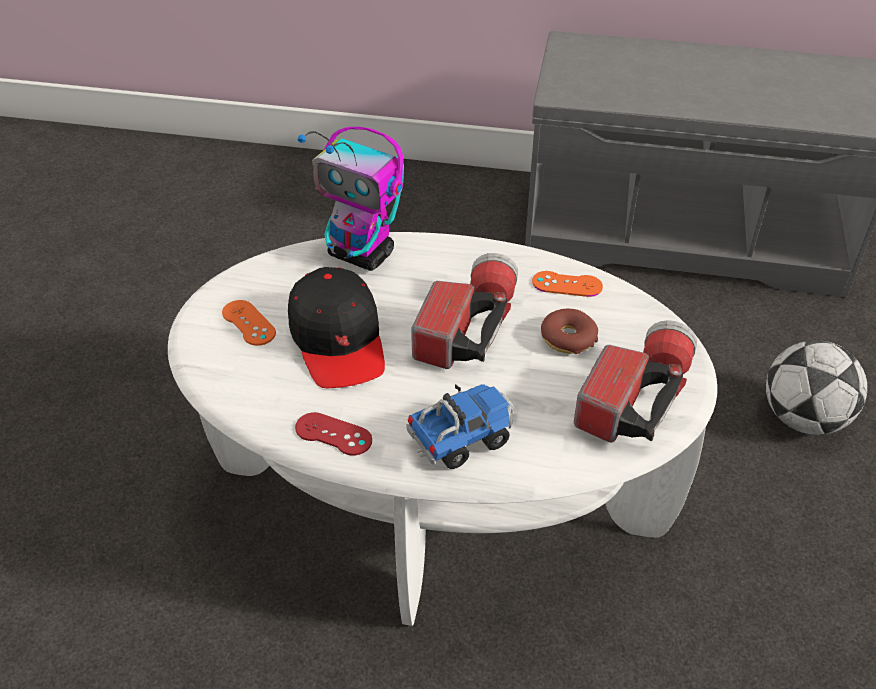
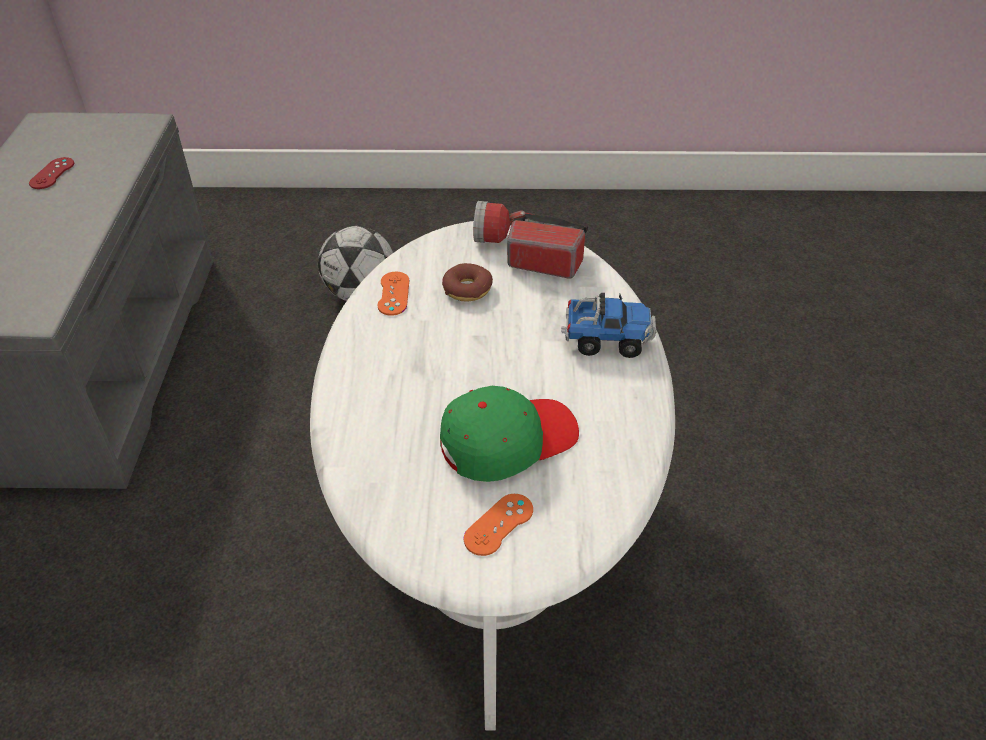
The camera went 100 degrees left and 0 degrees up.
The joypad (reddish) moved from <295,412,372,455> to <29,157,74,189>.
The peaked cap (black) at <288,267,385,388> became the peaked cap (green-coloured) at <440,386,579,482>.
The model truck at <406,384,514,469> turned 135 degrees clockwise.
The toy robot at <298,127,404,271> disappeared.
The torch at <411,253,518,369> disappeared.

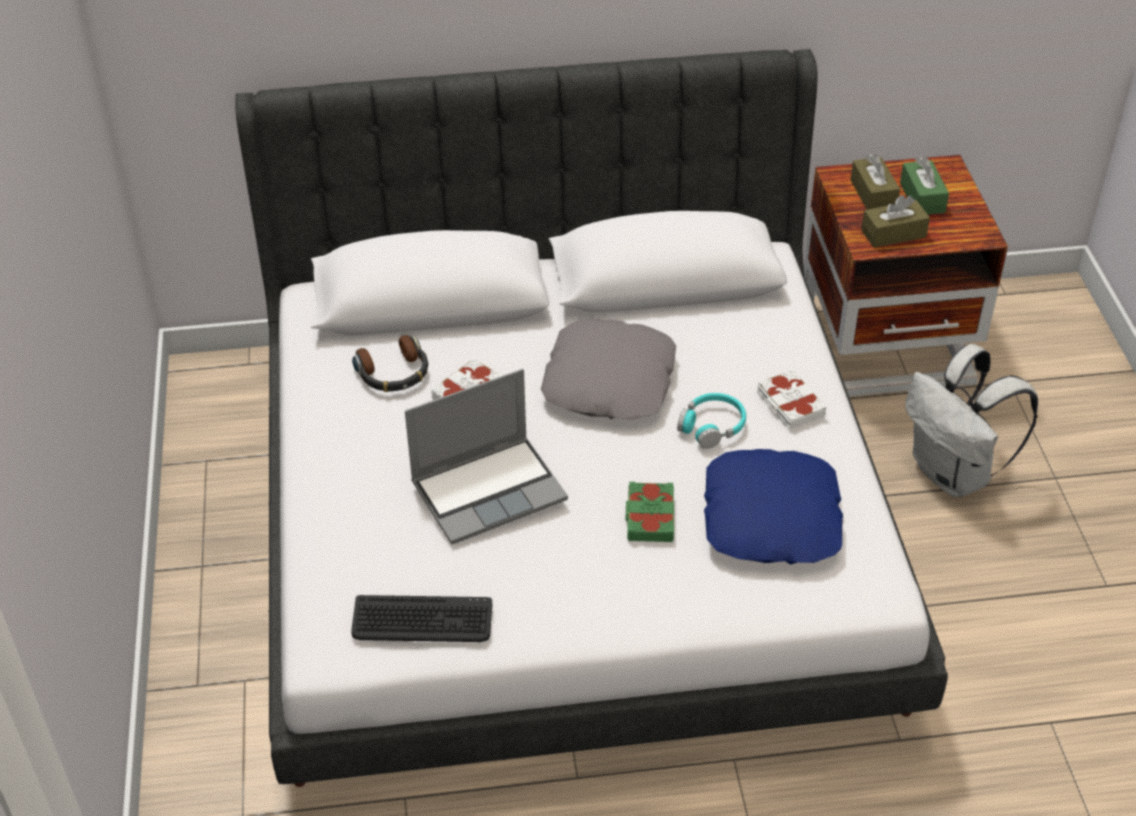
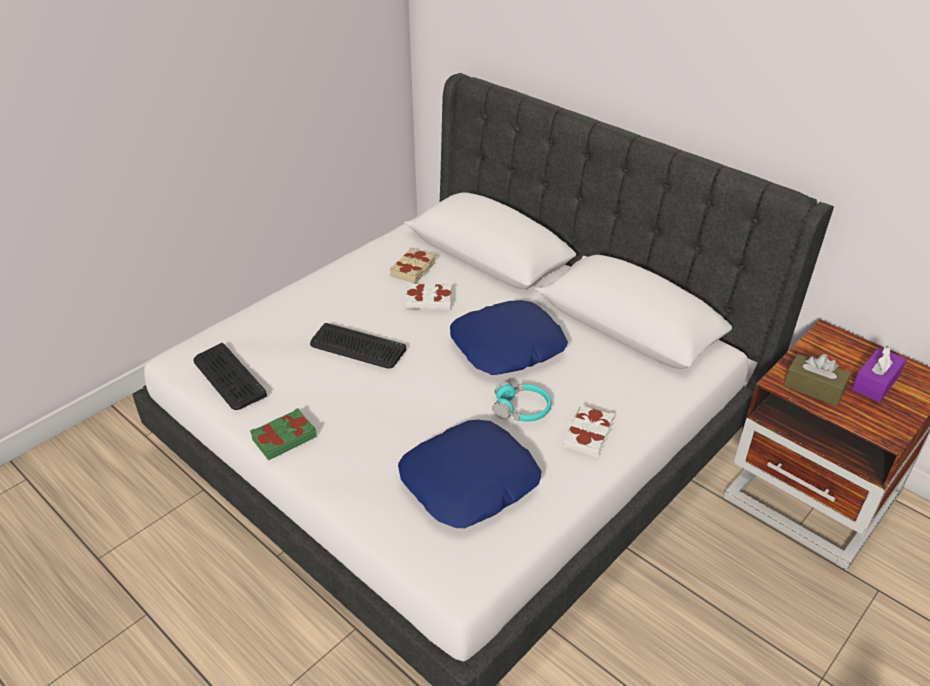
The camera went 50 degrees right and 5 degrees down.
The volume (green-coloured) moved from <626,482,674,542> to <250,408,317,460>.
The portable computer at <405,369,568,544> was replaced by the computer keyboard at <310,323,406,369>.
The headset at <352,335,428,392> was replaced by the volume (beige) at <390,247,436,284>.
The cushion (grey) at <541,319,676,420> became the cushion (bluish) at <450,300,568,375>.
The tissue holder (green-coloured) at <900,157,949,215> became the tissue holder (purplish) at <852,345,907,402>.
The tissue holder (brown-coloured) at <850,154,900,210> disappeared.
The knapsack (whitish) at <905,344,1038,497> disappeared.

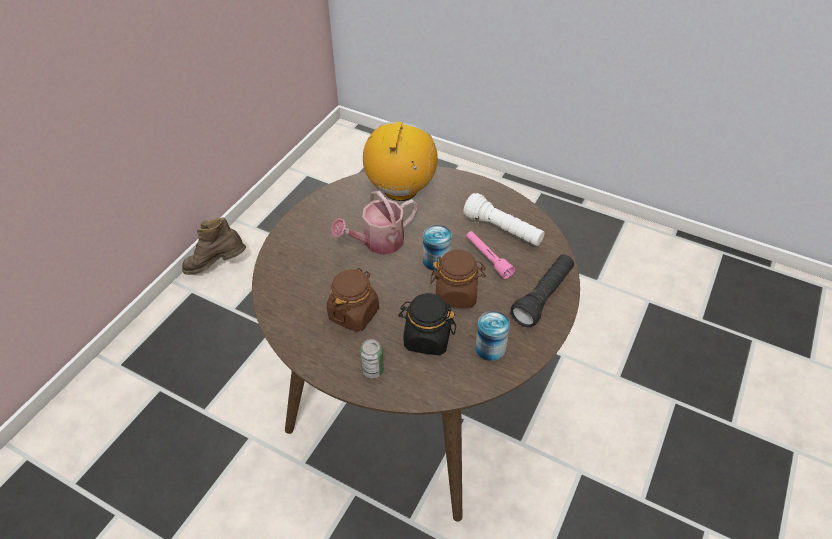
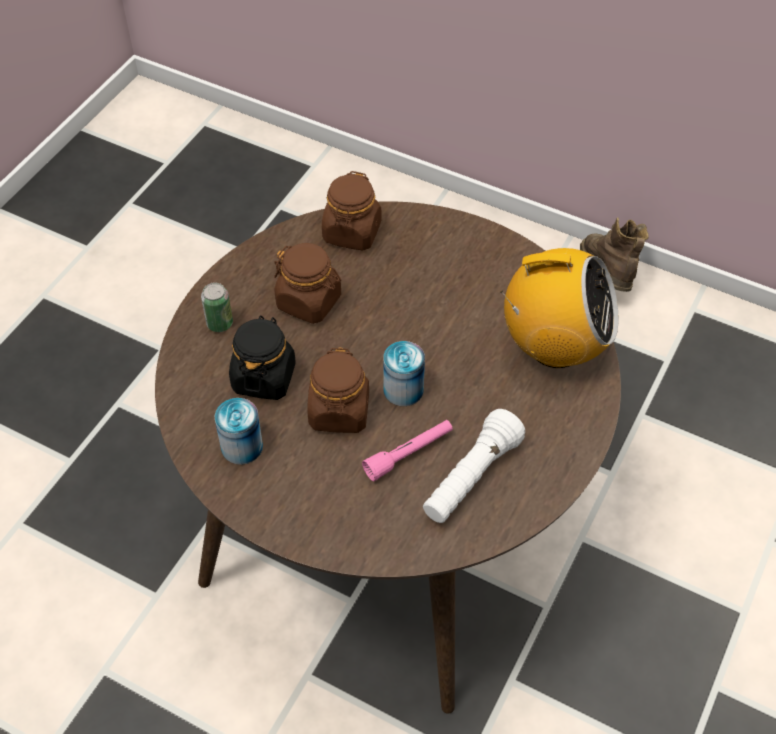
The camera went 90 degrees right and 5 degrees up.
The storage jar (brown-coloured) at <322,171,382,251> appeared.
The watering pot at <331,191,418,255> disappeared.
The torch (black) at <511,254,574,327> disappeared.

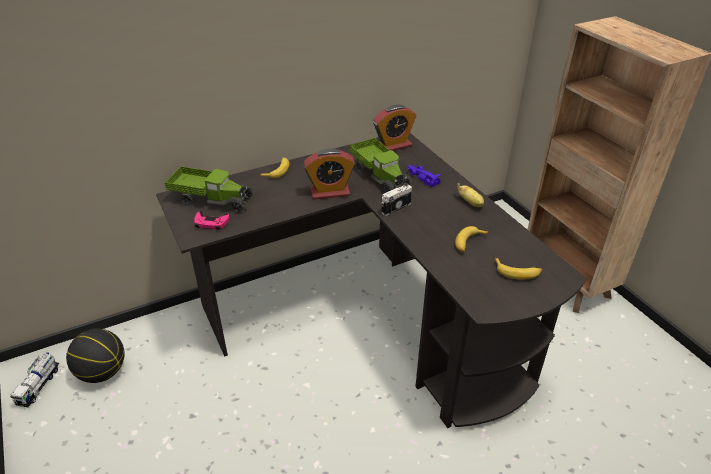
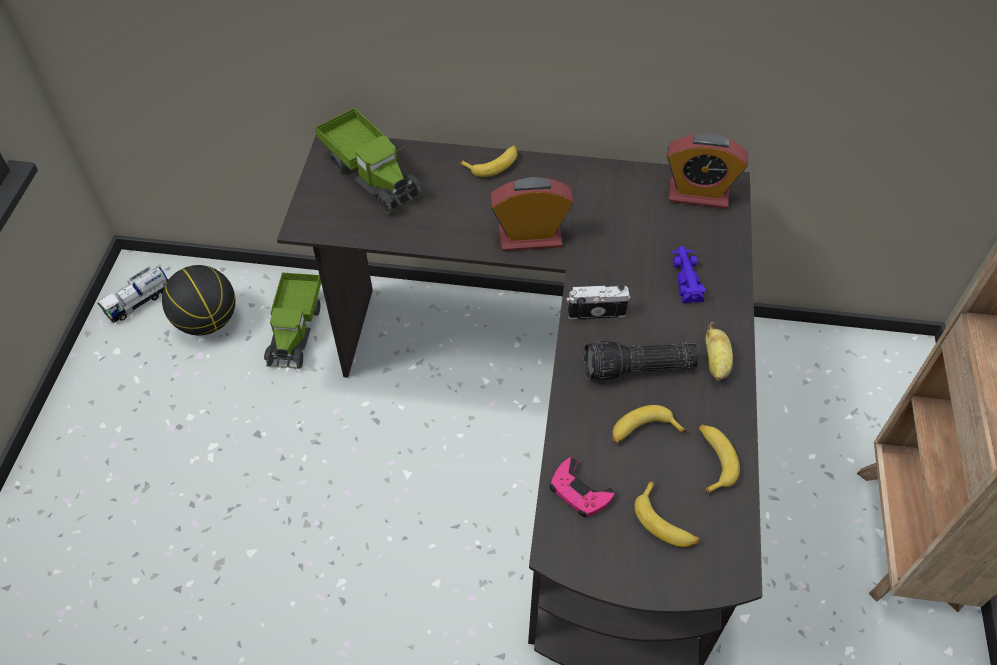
The camera went 35 degrees right and 15 degrees up.
The model truck moved from <350,138,413,193> to <264,273,321,369>.
The bedside clock at <303,148,355,200> turned 150 degrees clockwise.
The joypad (pinkish) moved from <194,211,230,230> to <550,457,614,517>.
The torch at <584,341,699,380> appeared.
The whole banana at <699,424,740,495> appeared.

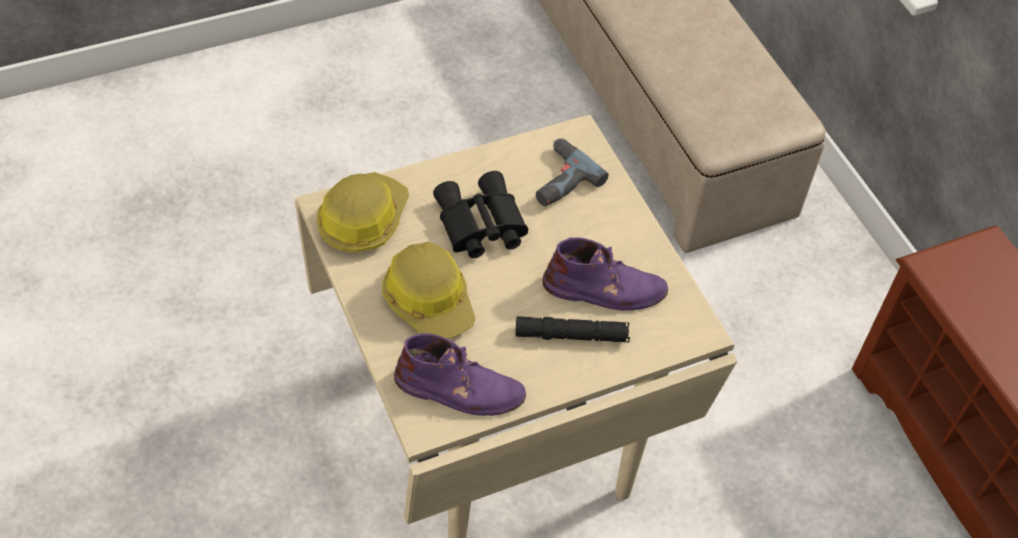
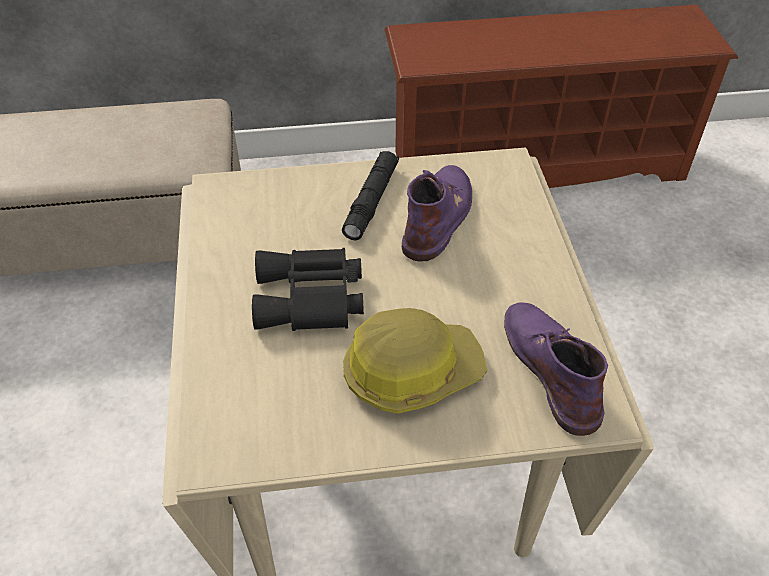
The camera went 70 degrees left and 5 degrees down.
The torch (black) moved from <516,316,630,342> to <342,151,399,241>.
The tall boot (purplish) at <394,333,526,416> turned 45 degrees counterclockwise.
The safety helmet at <317,172,409,252> disappeared.
The power drill at <536,138,609,207> disappeared.

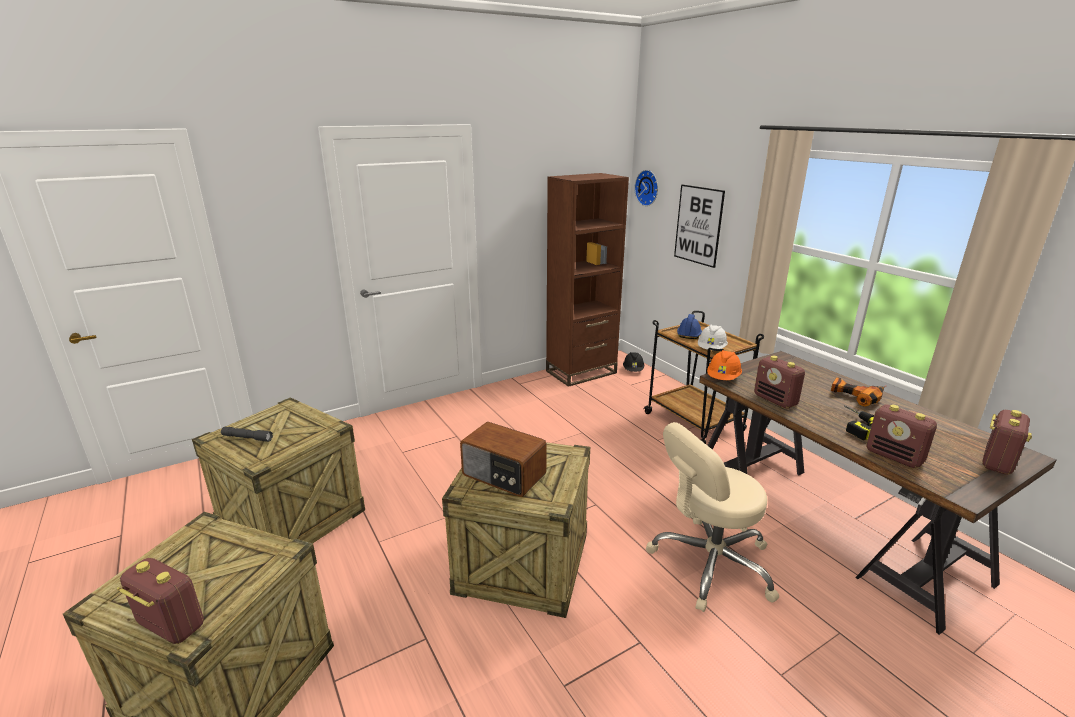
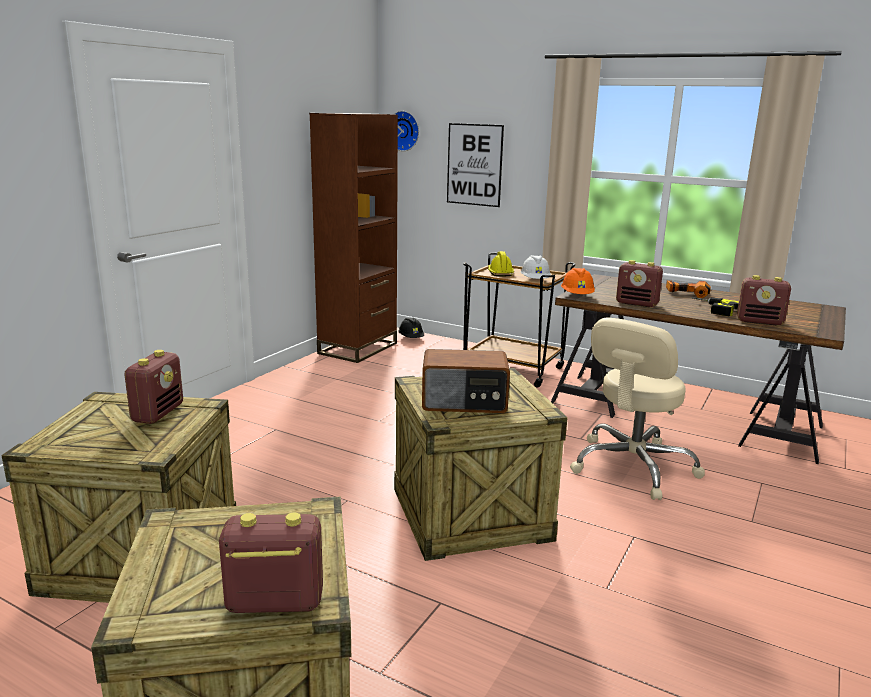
The camera went 30 degrees left and 5 degrees down.
The radio set moved from <982,410,1032,475> to <124,350,183,424>.
The safety helmet (bluish) at <677,314,702,339> became the safety helmet (yellowish) at <488,251,514,277>.
The torch (grey) at <221,427,273,442> disappeared.

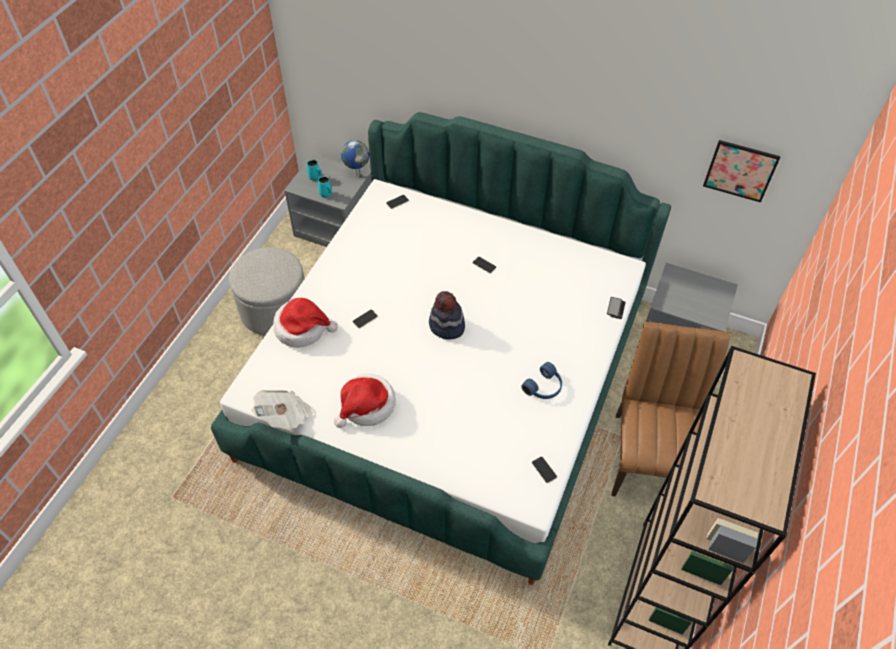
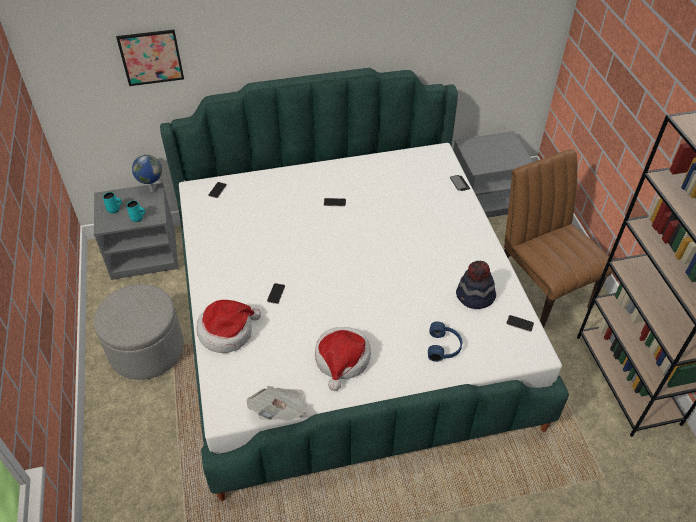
The camera went 35 degrees left and 5 degrees down.
The picture moved from <703,140,781,203> to <116,29,184,86>.
The headset (bluish) moved from <521,362,562,399> to <428,321,462,362>.
The wearable hat moved from <429,291,465,340> to <456,261,496,309>.

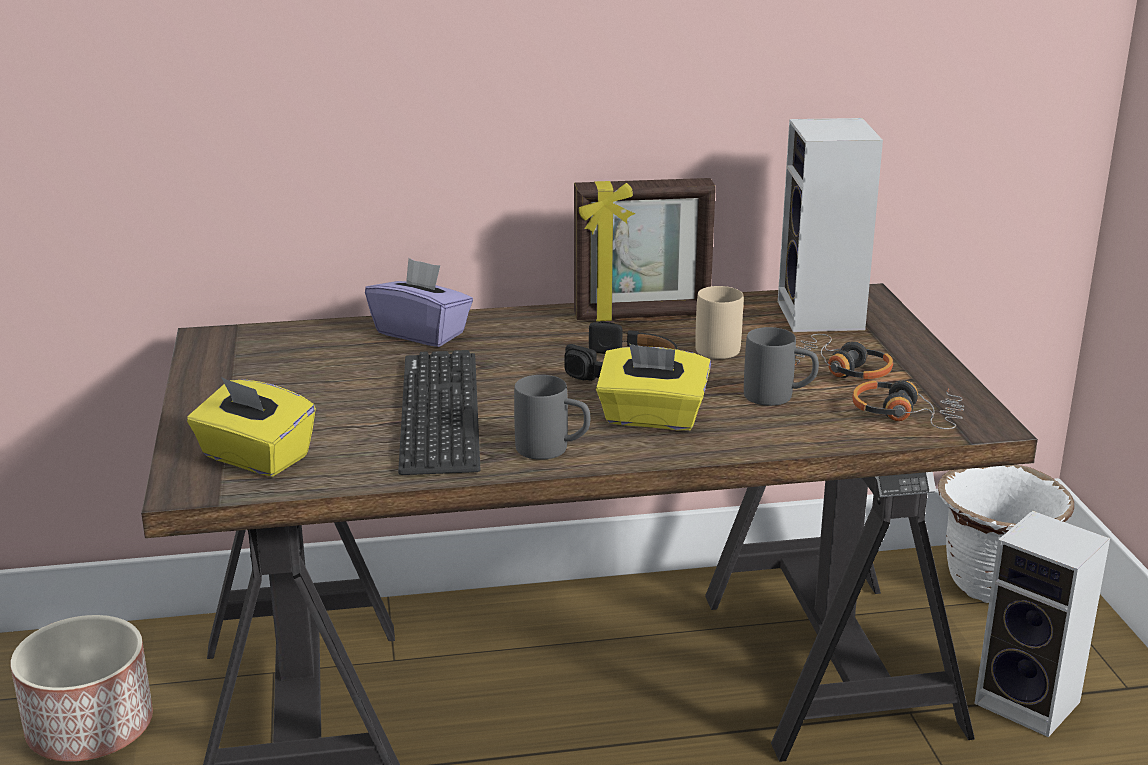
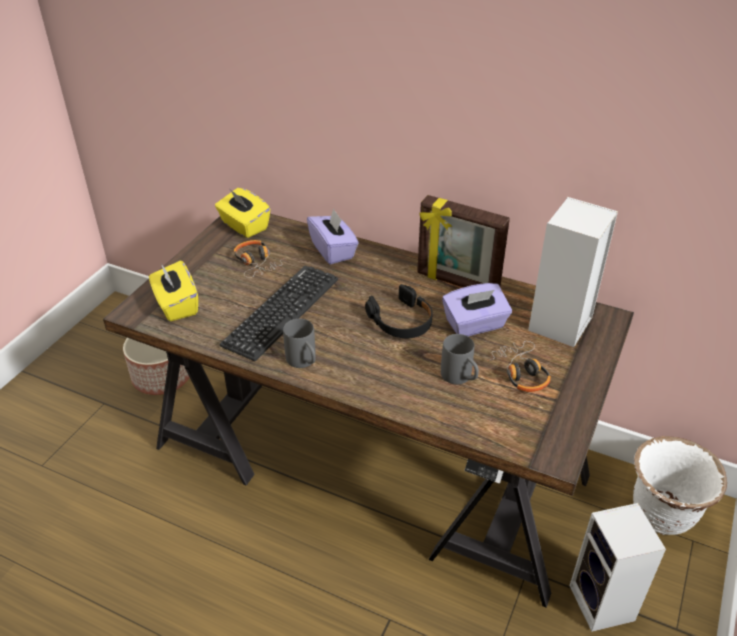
The camera went 35 degrees right and 15 degrees up.
The tissue holder (yellowish) moved from <596,344,711,430> to <215,188,270,238>.
The headset moved from <852,381,964,429> to <234,240,286,278>.
The tea mug (beige) at <695,286,744,359> was replaced by the tissue holder (purplish) at <442,283,512,336>.

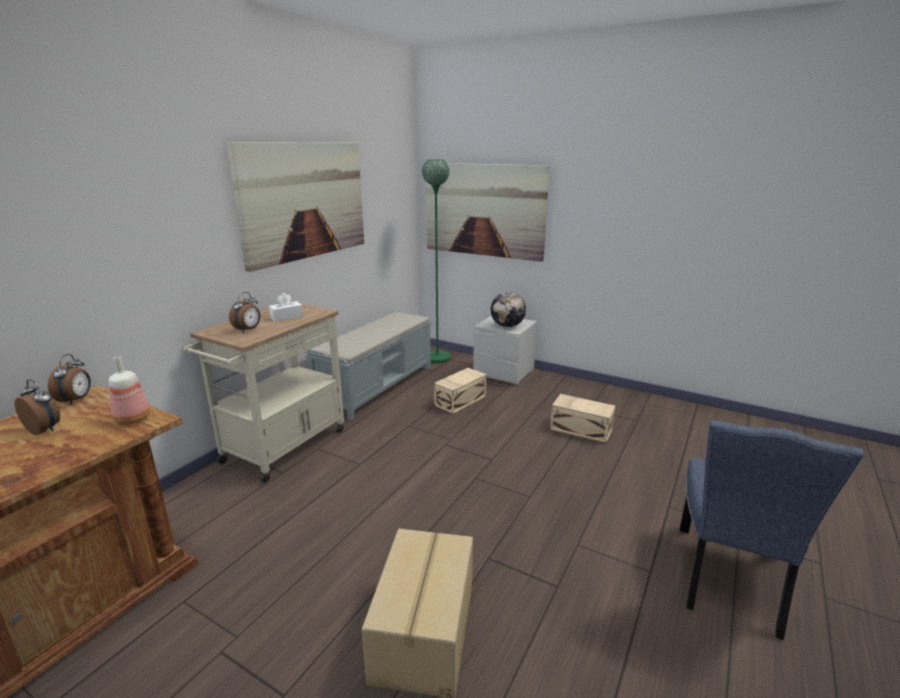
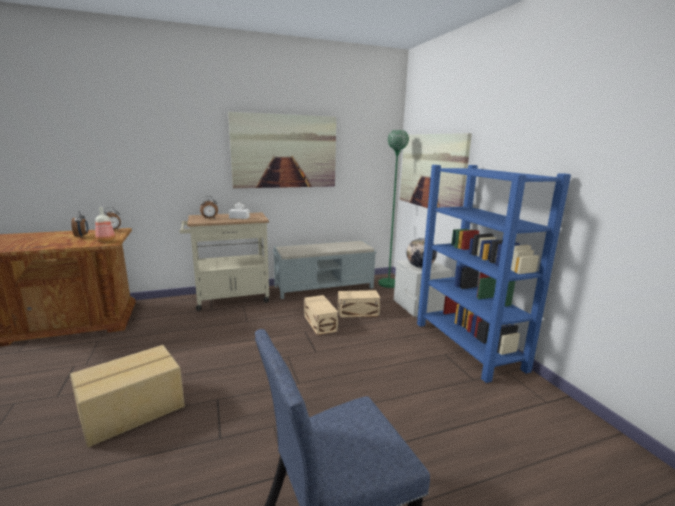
The camera went 40 degrees right and 5 degrees down.
The storage box (beige) moved from <550,394,615,443> to <304,295,338,335>.
The bookcase (bluish) at <417,165,571,383> appeared.

